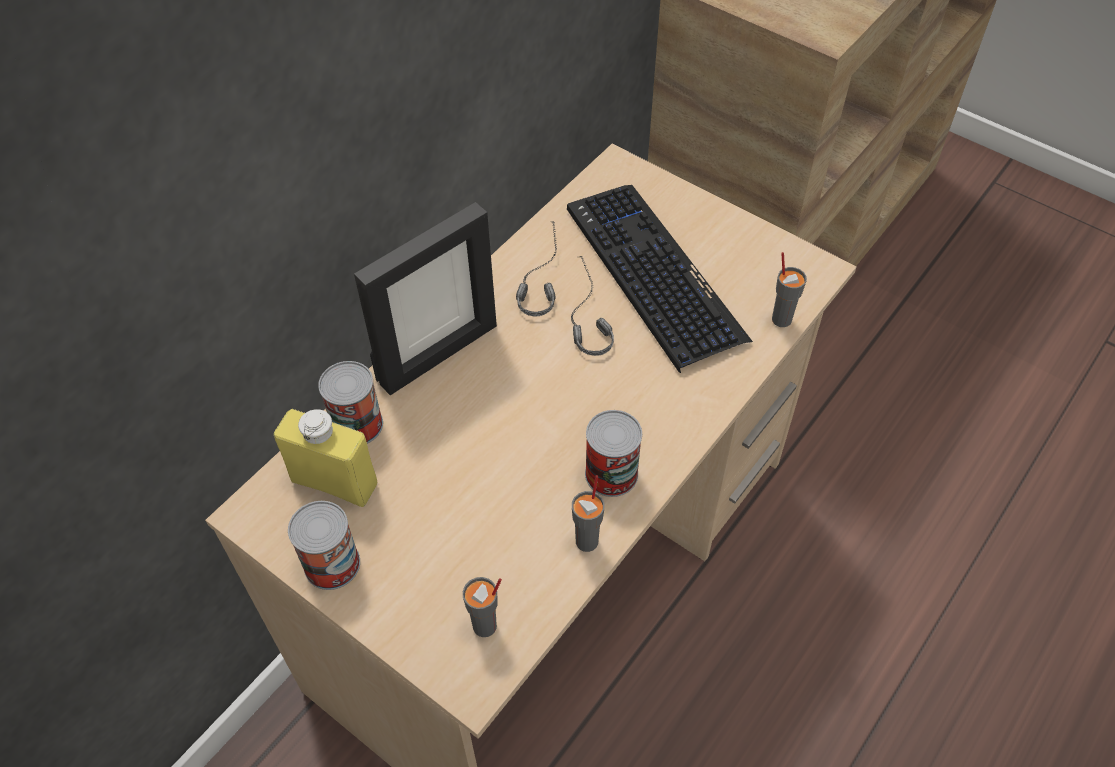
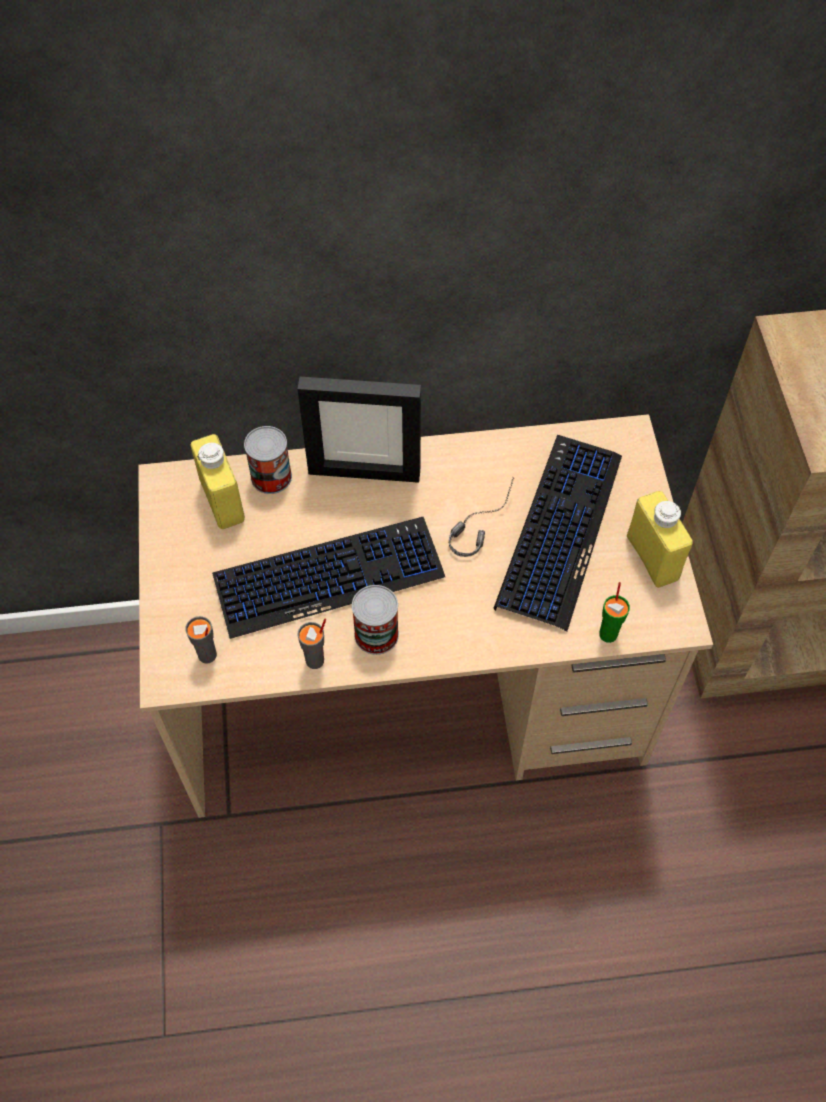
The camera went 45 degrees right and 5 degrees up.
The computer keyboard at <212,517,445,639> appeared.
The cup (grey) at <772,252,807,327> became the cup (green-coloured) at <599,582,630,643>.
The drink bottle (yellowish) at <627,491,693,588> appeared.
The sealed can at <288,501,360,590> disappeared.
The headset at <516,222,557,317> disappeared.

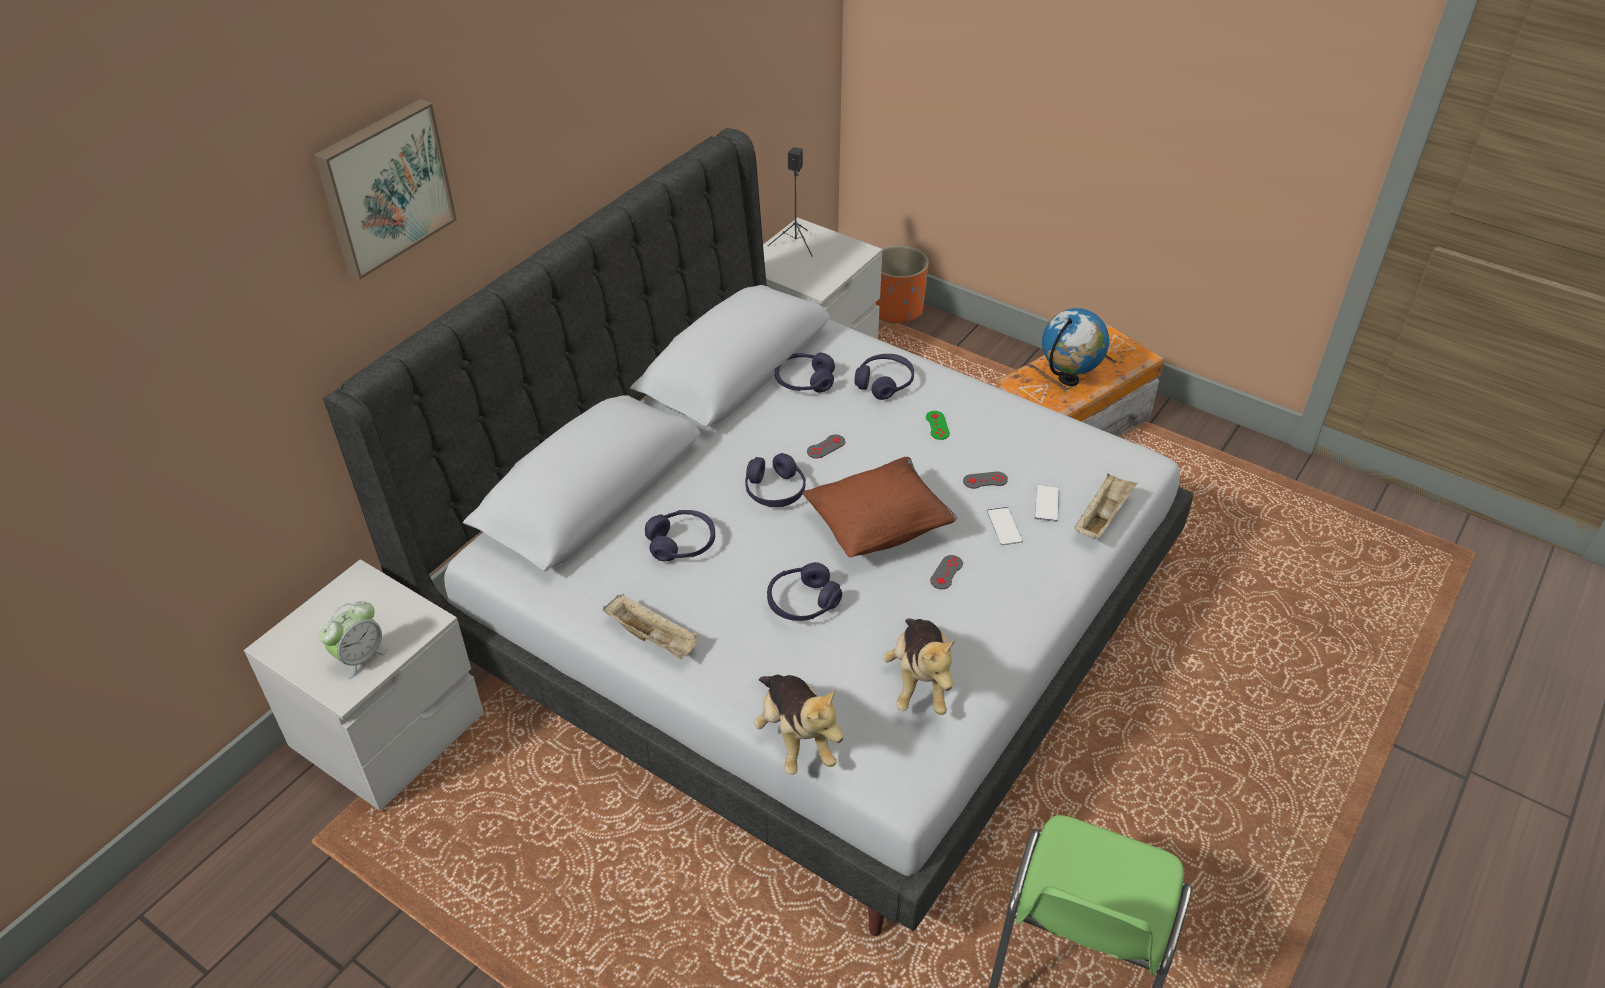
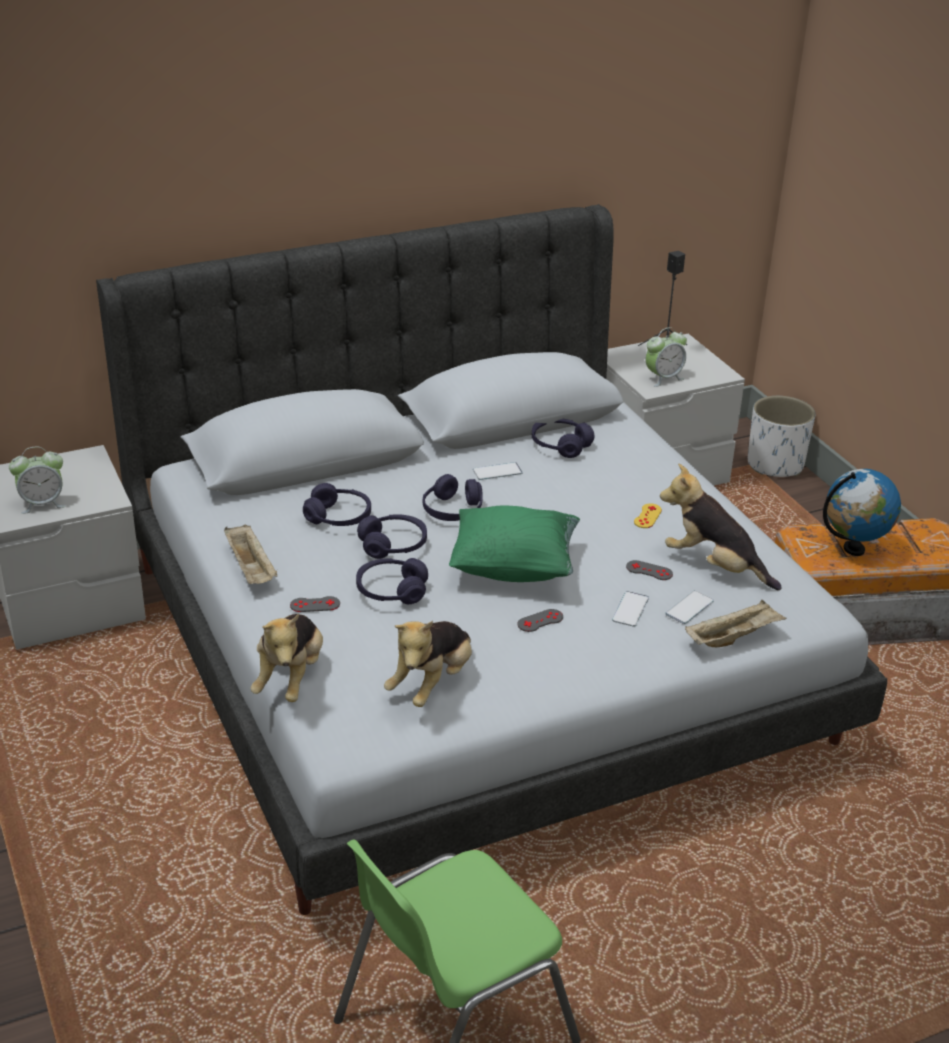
The camera went 30 degrees right and 10 degrees down.
The joypad (grey) moved from <807,434,845,459> to <290,596,340,612>.
The headset (purplish) moved from <854,354,914,400> to <357,515,427,559>.
The cushion (brown-coloured) at <803,457,957,557> became the cushion (green-coloured) at <449,505,580,582>.
The telephone at <473,462,523,480> appeared.
The joypad (green-coloured) at <926,411,950,440> became the joypad (yellowish) at <634,504,662,528>.
The bedside clock at <646,327,687,387> appeared.
The soft toy at <660,464,782,590> appeared.
The planter (orange) at <876,245,929,324> became the planter (whitish) at <748,396,815,477>.
The picture at <314,99,457,280> disappeared.

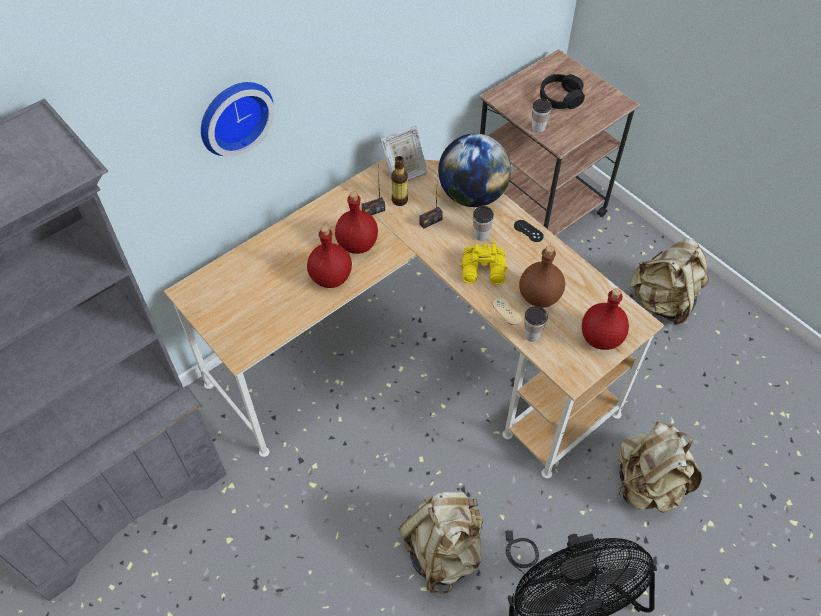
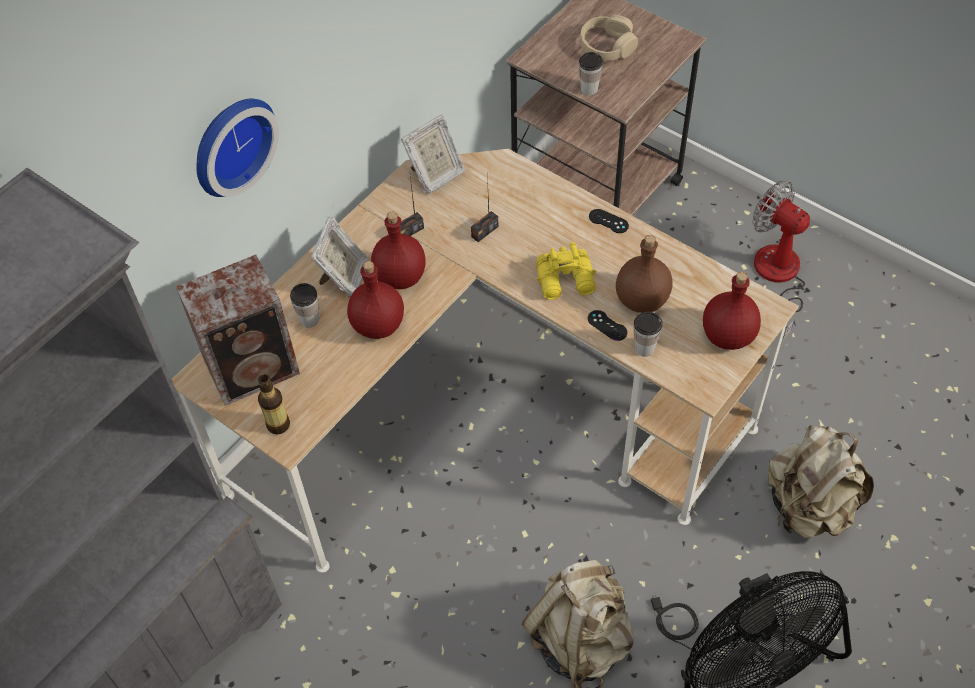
The camera went 10 degrees left and 0 degrees up.
The loudspeaker at <176,255,300,406> appeared.
The drink bottle moved from <391,156,408,206> to <258,374,290,434>.
The cup moved from <473,206,494,241> to <290,283,319,328>.
The photo frame at <311,216,369,297> appeared.
The headset (black) at <540,74,585,109> became the headset (beige) at <580,15,638,61>.
The joypad (beige) at <493,298,522,325> became the joypad (black) at <588,310,627,341>.
The knapsack (beige) at <629,239,709,325> was replaced by the fan at <752,181,810,338>.
The desk globe at <438,133,511,207> disappeared.

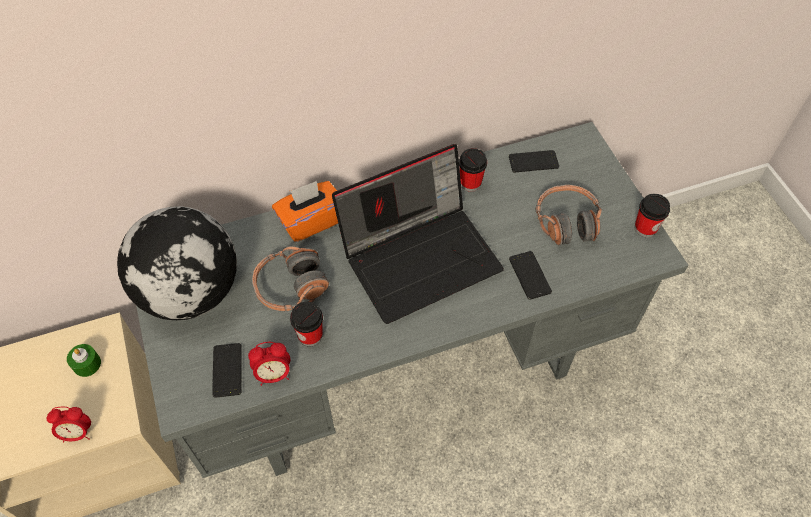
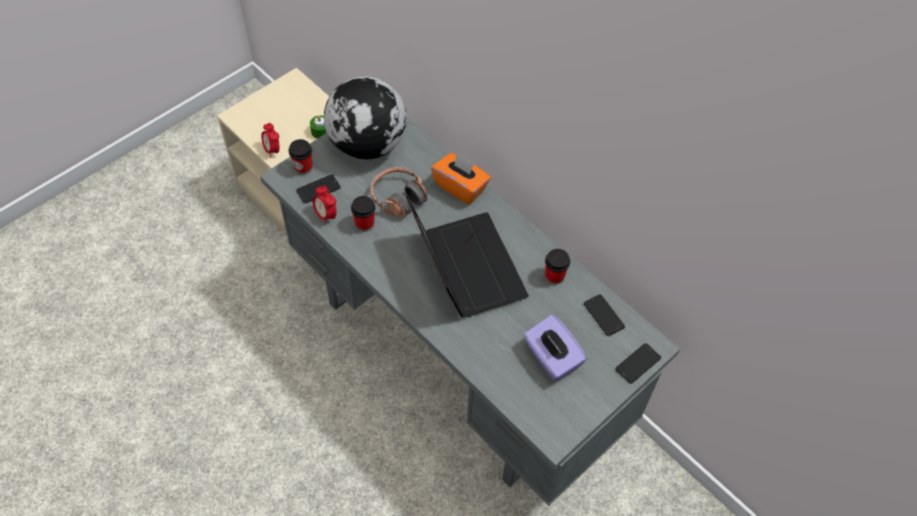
The camera went 65 degrees right and 0 degrees up.
The cup moved from <635,194,670,237> to <289,139,312,175>.
The portable computer at <332,144,504,324> turned 150 degrees counterclockwise.
The headset at <536,185,602,246> was replaced by the tissue holder (purplish) at <524,314,587,381>.
The telephone moved from <509,251,552,300> to <615,343,661,384>.

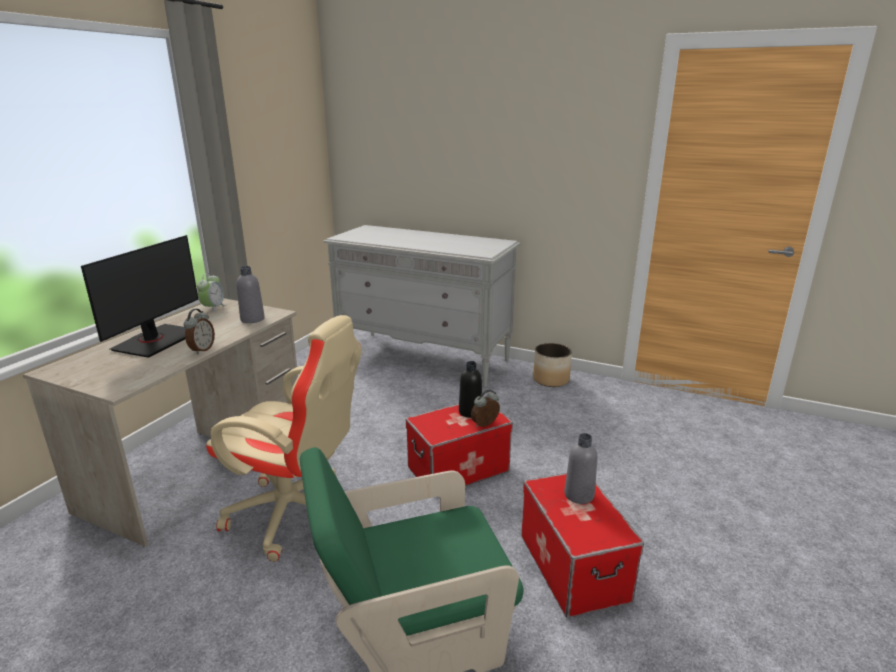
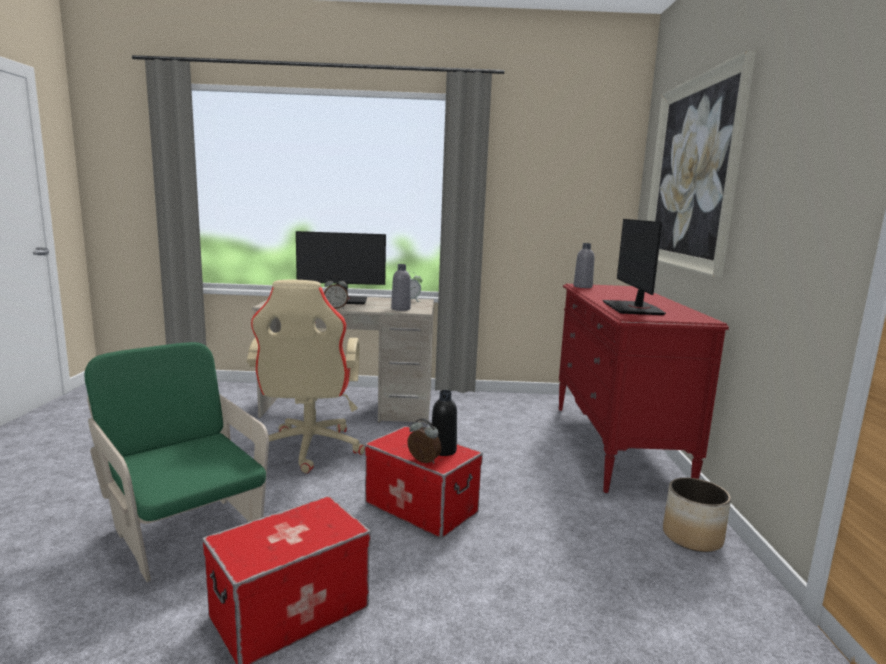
The camera went 65 degrees right and 10 degrees down.
The dresser (whitish) at <324,225,520,387> became the dresser (reddish) at <559,284,729,493>.
The drink bottle (grey) moved from <564,433,598,504> to <574,243,594,288>.
The computer screen at <603,219,666,315> appeared.
The picture at <647,50,756,277> appeared.

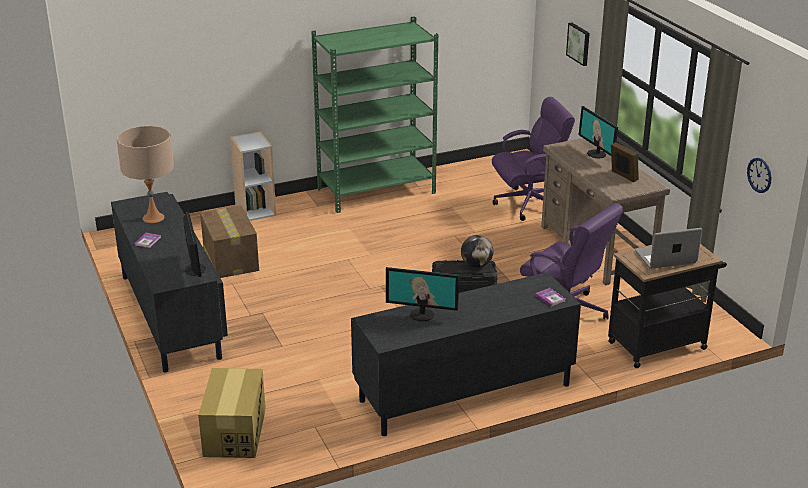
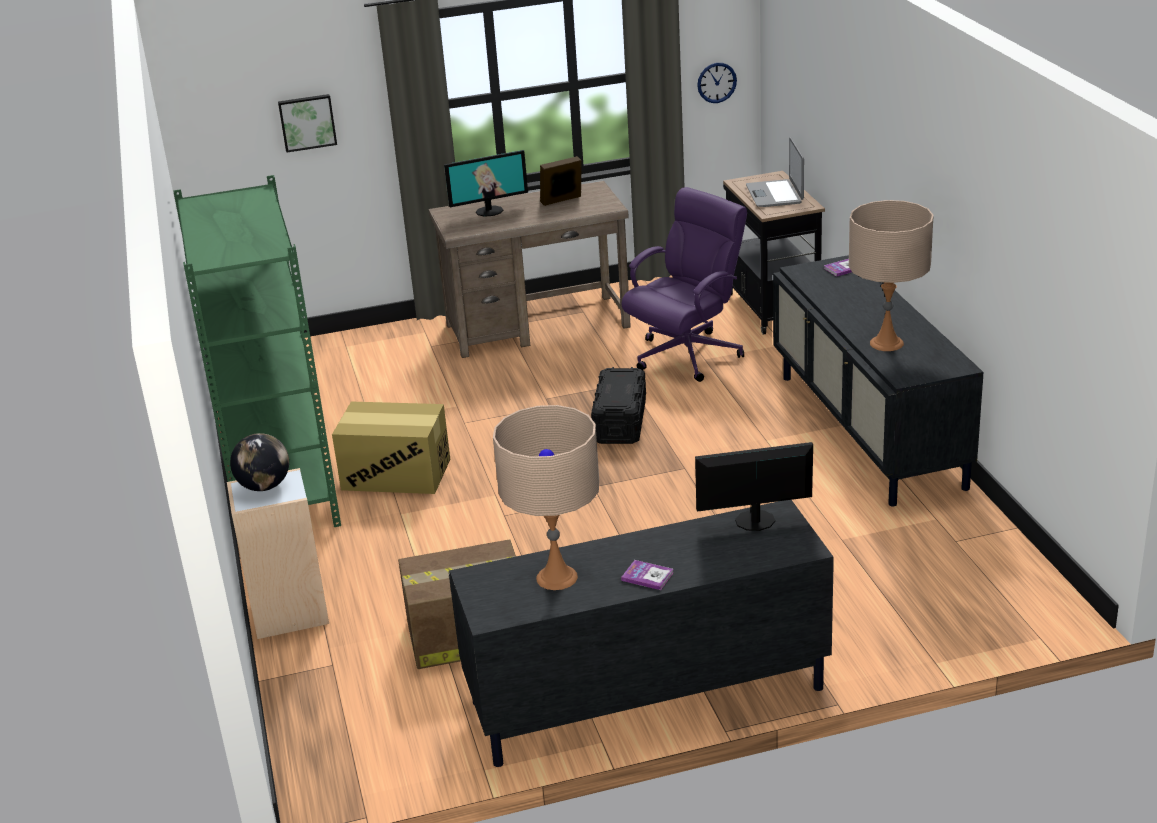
The camera went 80 degrees left and 0 degrees up.
The desk globe moved from <461,235,493,268> to <230,433,289,491>.
The packing box moved from <198,368,266,458> to <332,402,450,494>.
The computer screen at <386,267,459,321> was replaced by the tabletop lamp (beige) at <849,200,934,351>.
The office chair (purplish) at <492,97,575,221> disappeared.

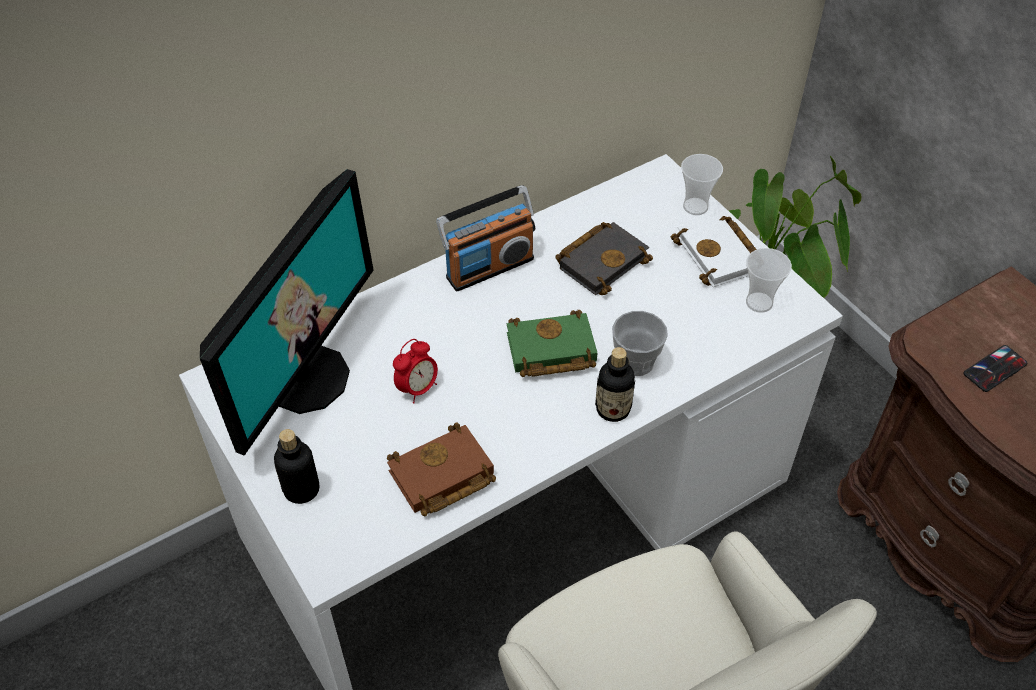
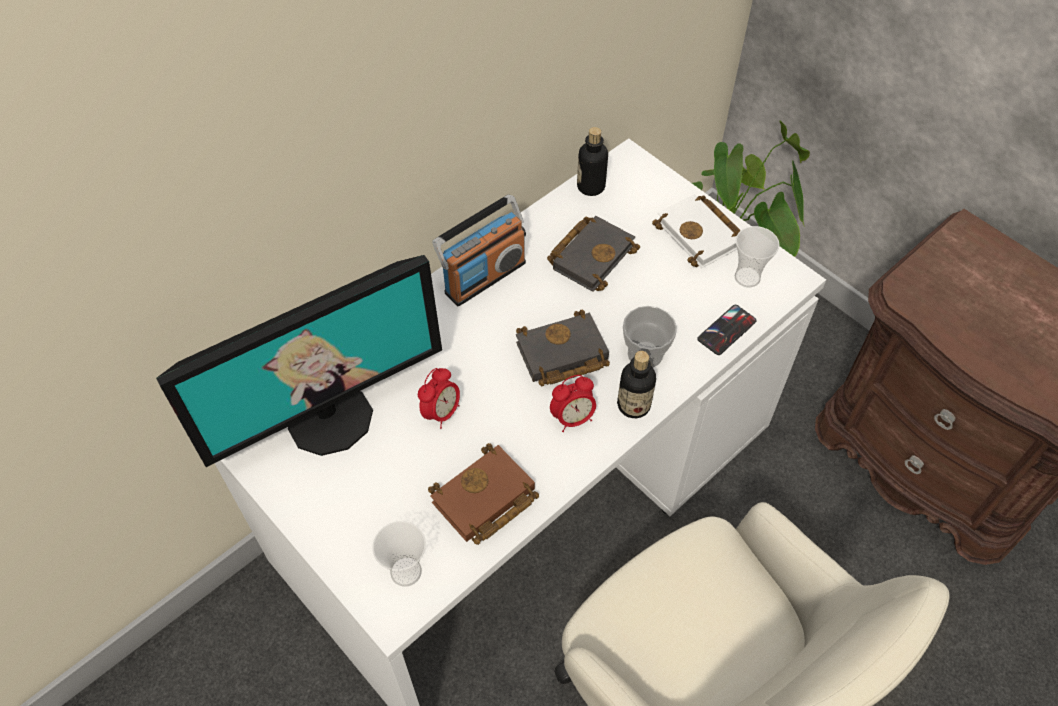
The camera went 10 degrees left and 5 degrees up.
The computer screen at <200,169,374,456> turned 45 degrees clockwise.
The cup moved from <681,154,723,215> to <372,521,426,587>.
The volume (green-coloured) at <507,310,597,377> became the volume (black) at <516,309,610,387>.
The bedside clock at <550,375,596,432> appeared.
The drink bottle moved from <274,429,320,504> to <577,127,608,196>.
The telephone moved from <964,345,1027,392> to <697,305,757,355>.

